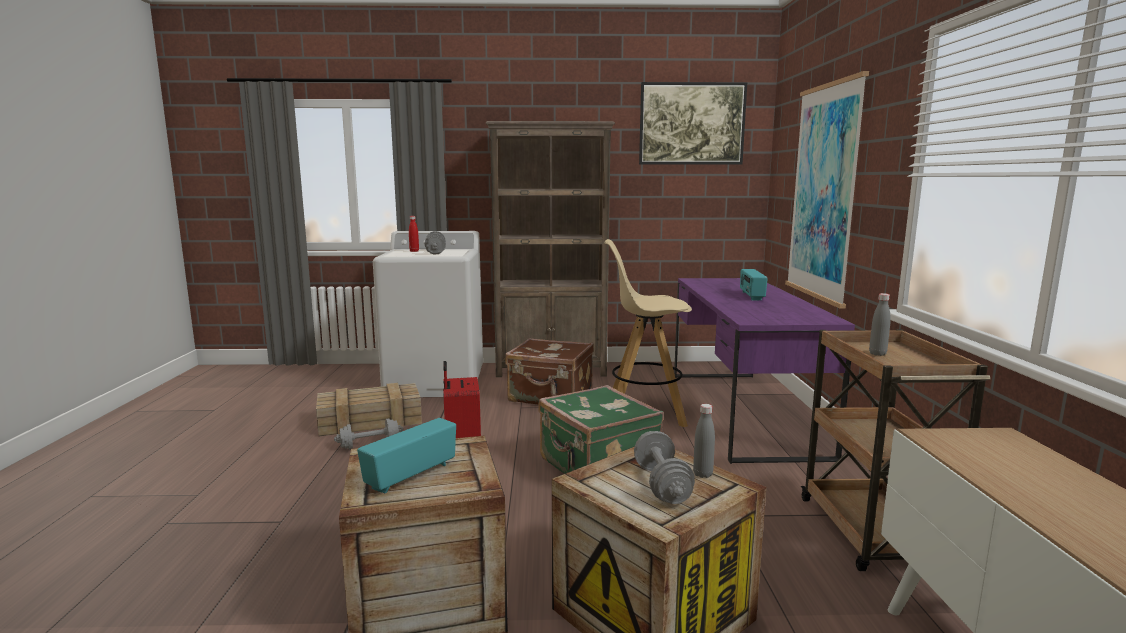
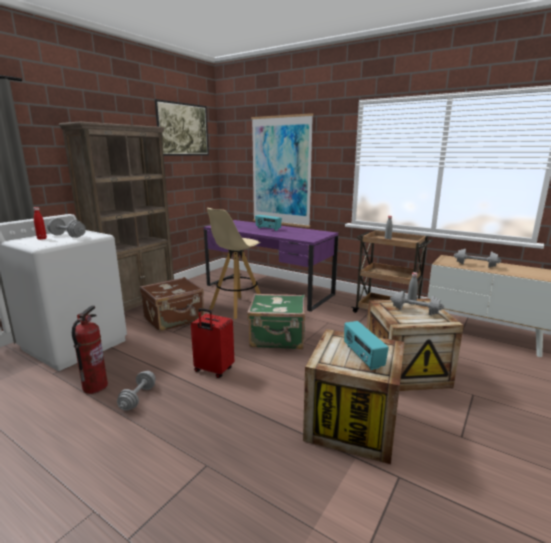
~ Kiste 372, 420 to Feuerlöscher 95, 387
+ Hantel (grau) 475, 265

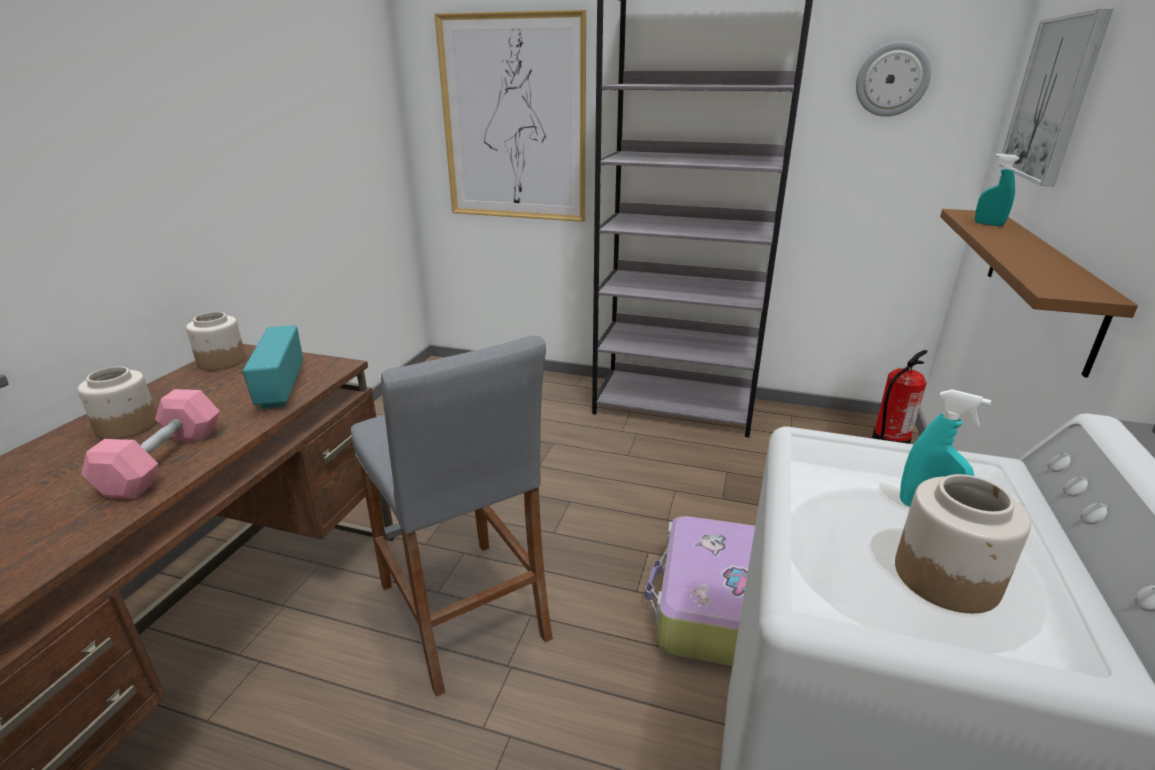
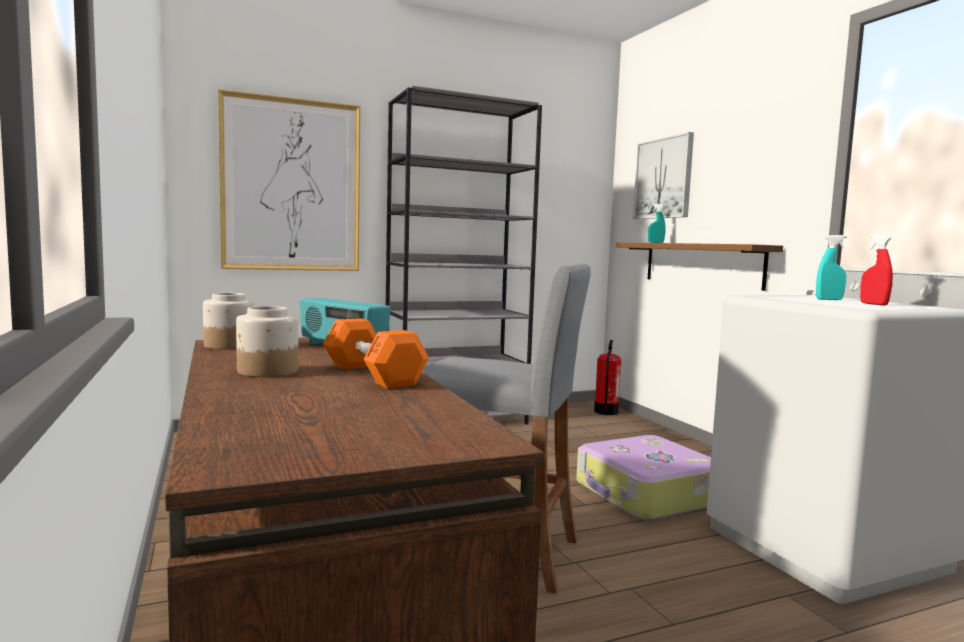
~ Hantel (rosa) 164, 461 to Hantel (orange) 372, 375
- Wanduhr 892, 79
~ Vorratsglas 947, 577 to Sprühflasche (rot) 873, 304

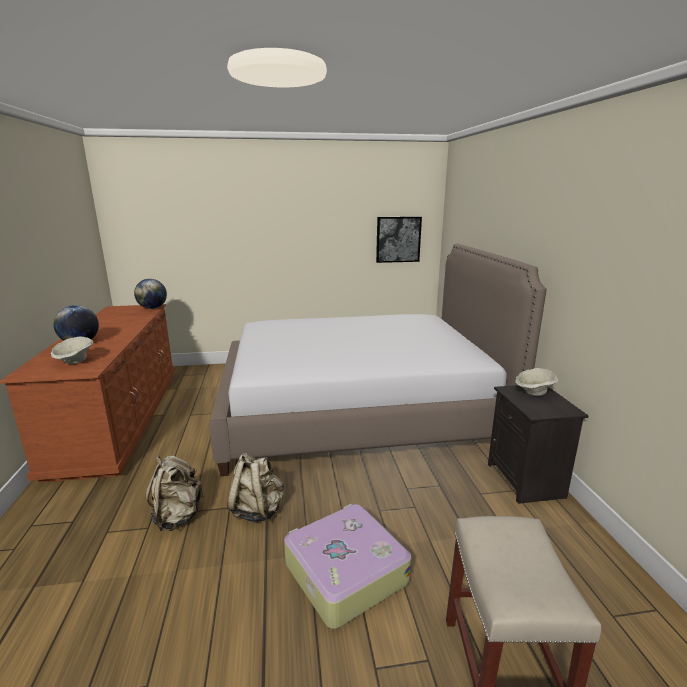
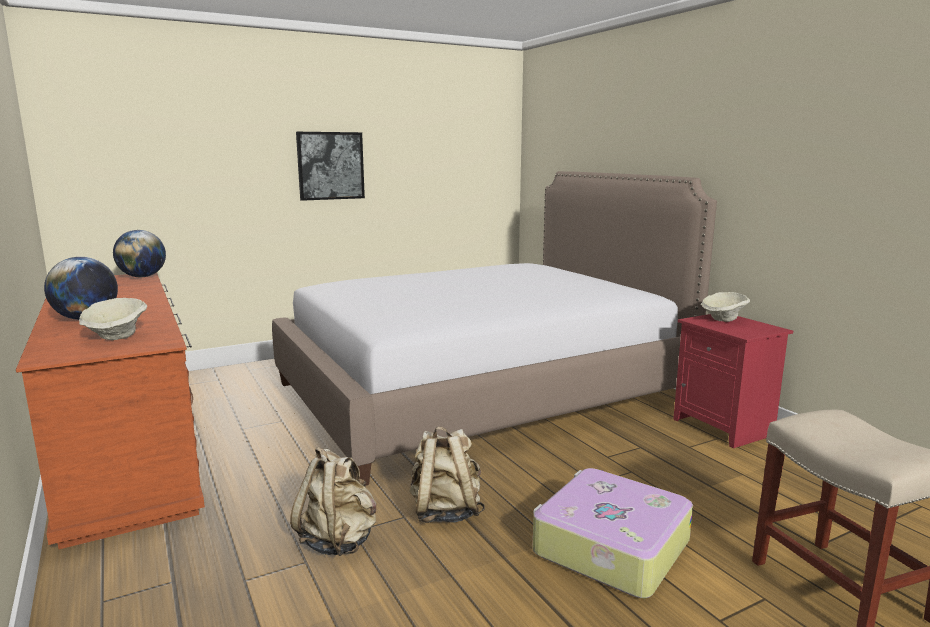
~ Bild 398, 239 to 330, 166
~ Nachttisch (schwarz) 526, 481 to Nachttisch (rot) 724, 427

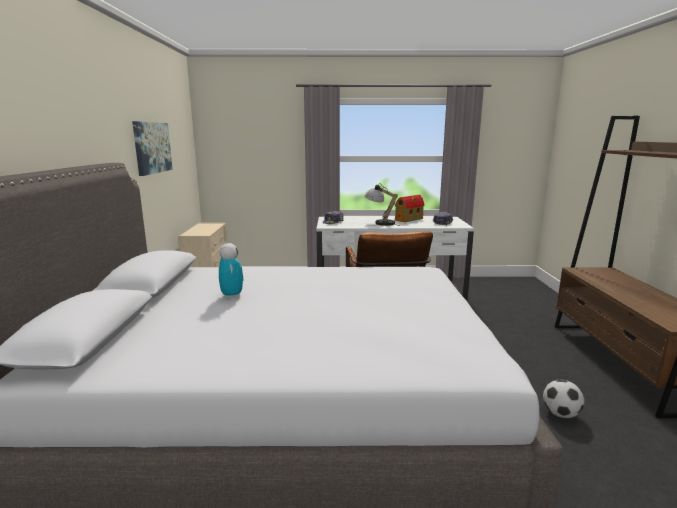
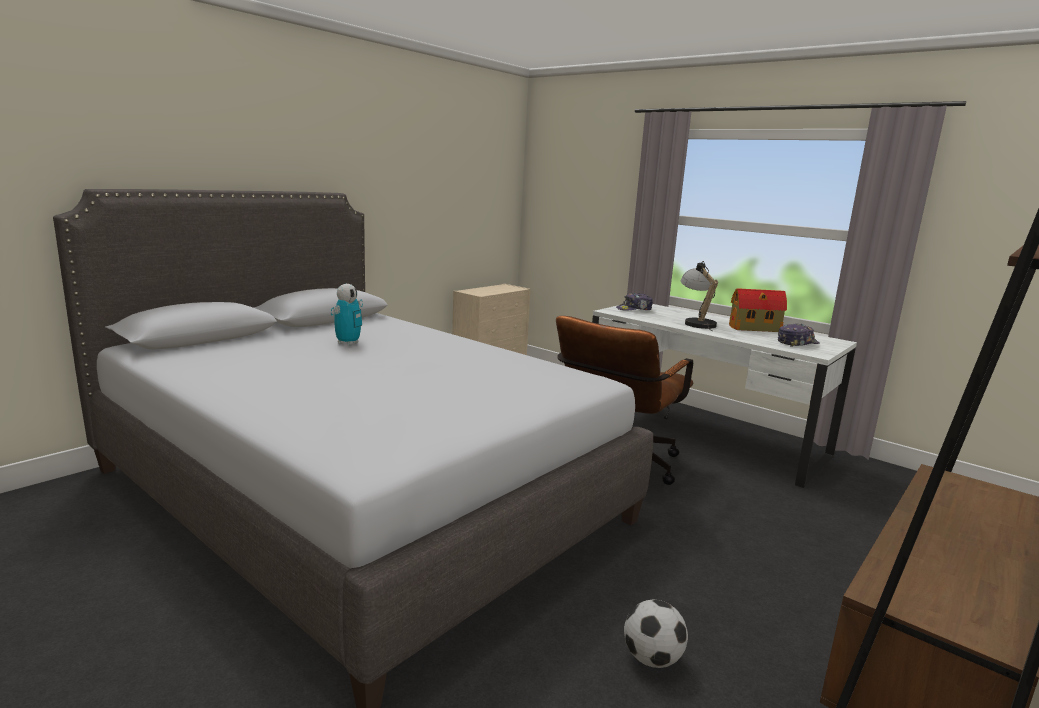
- Bild 152, 147

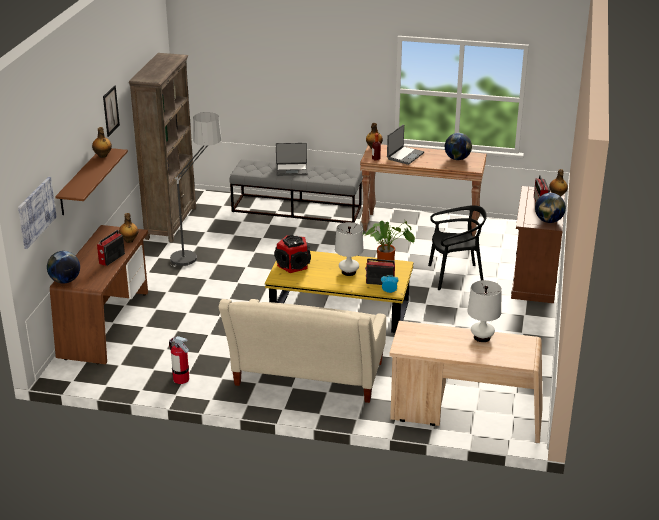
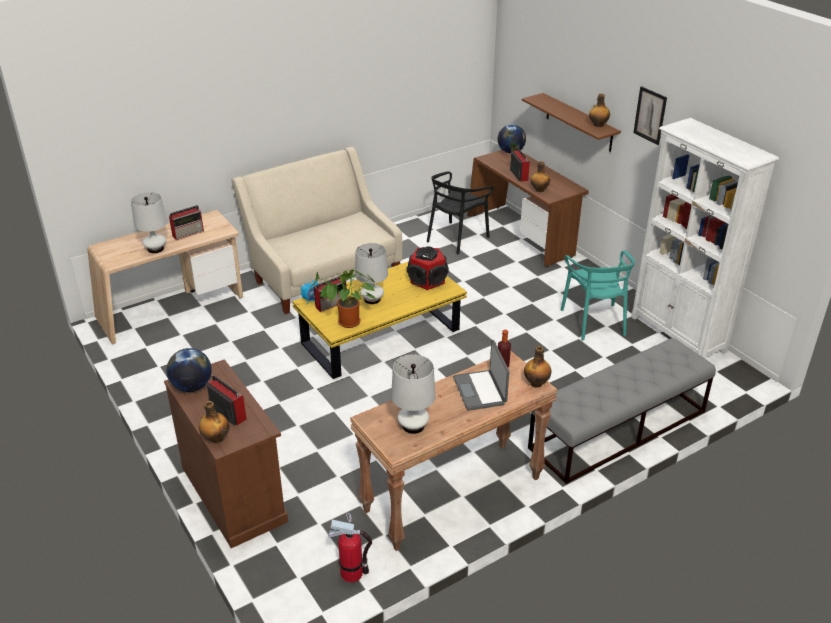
- Bild 36, 212
~ Bücherregal (braun) 171, 223 to Bücherregal (weiß) 678, 334
~ Feuerlöscher 181, 379 to 352, 573
~ Stehlampe 197, 251 to Stuhl (türkis) 594, 321
- Laptop 291, 170
~ Stuhl (schwarz) 455, 276 to 456, 238
~ Globus 457, 159 to Tischlampe (weiß) 413, 426
+ Radio 188, 233

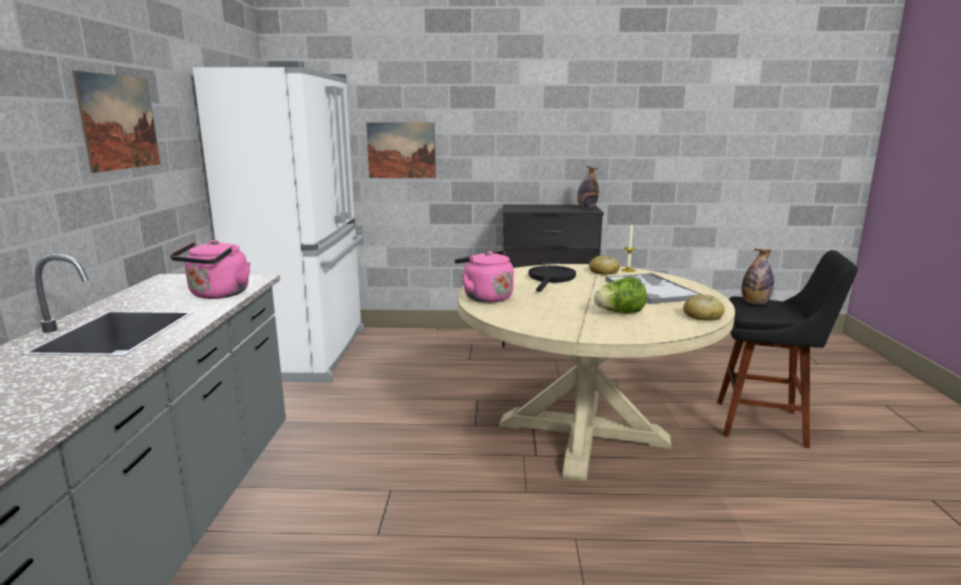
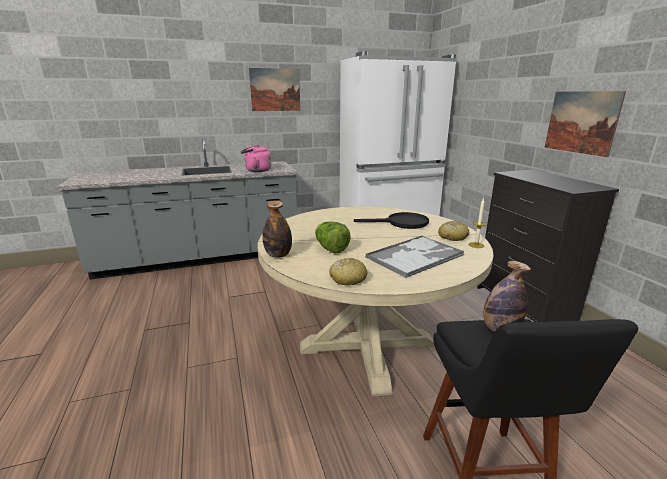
~ Bild 401, 150 to 581, 122
- Wasserkessel (rosa) 485, 297
~ Flasche 586, 208 to 278, 255

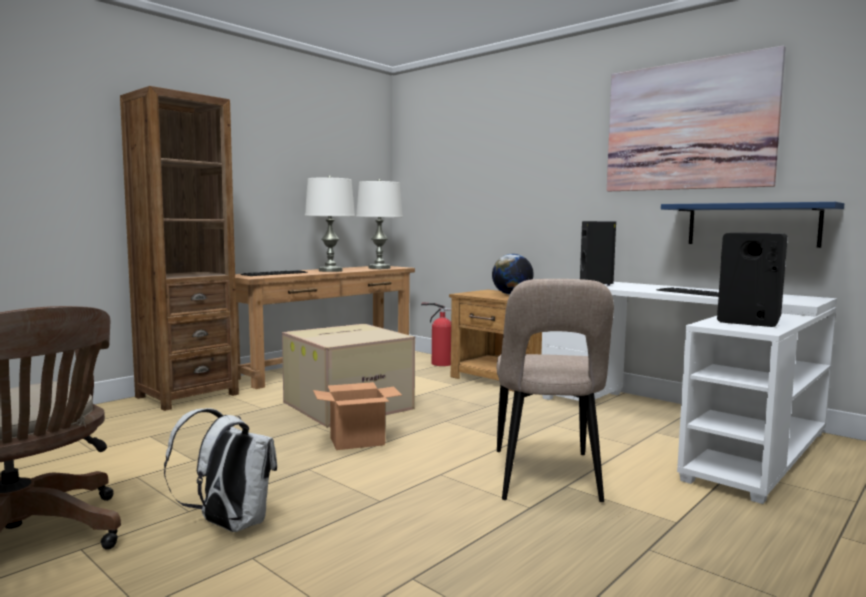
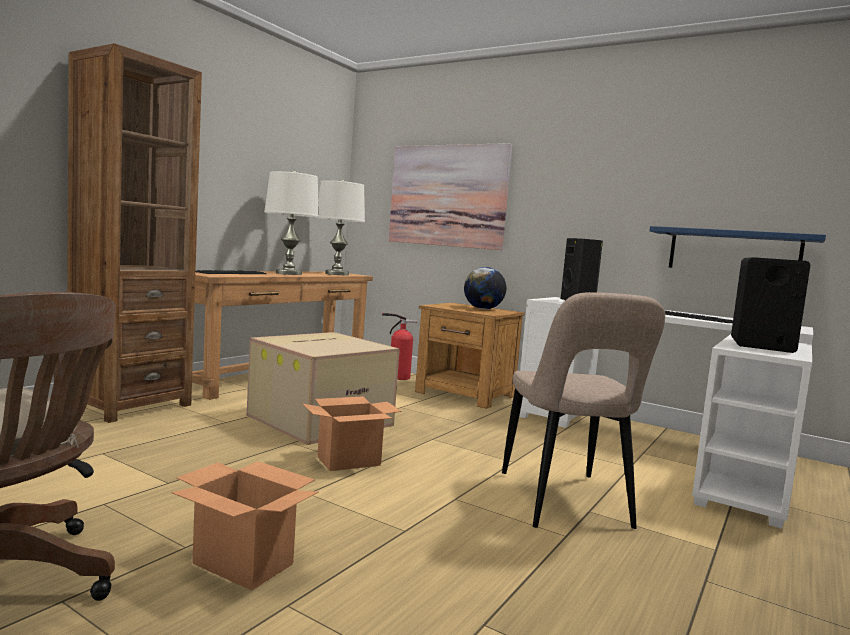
~ Rucksack (weiß) 228, 525 to Karton 242, 564
~ Bild 688, 126 to 447, 196

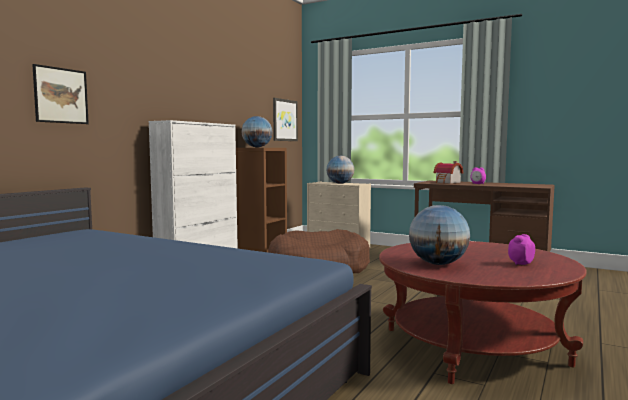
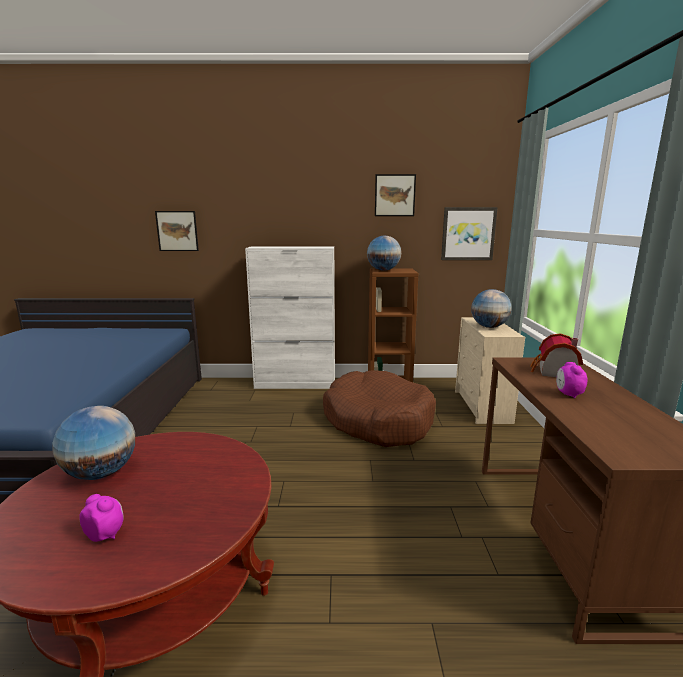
+ Bild 394, 195

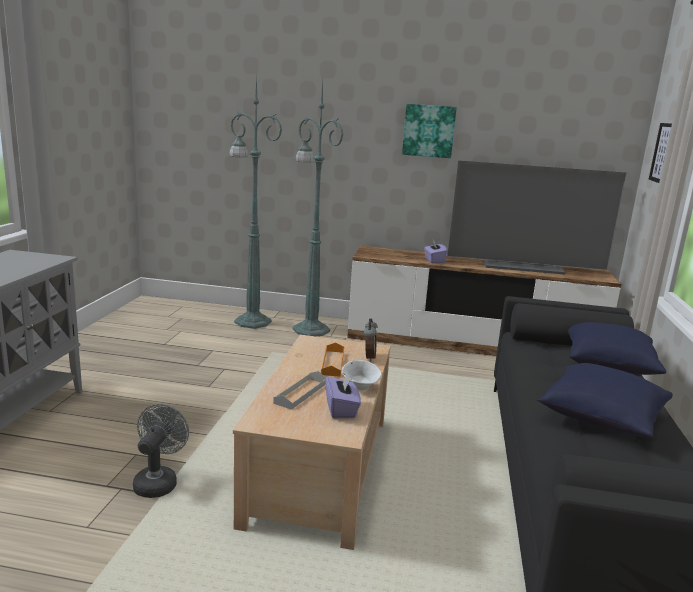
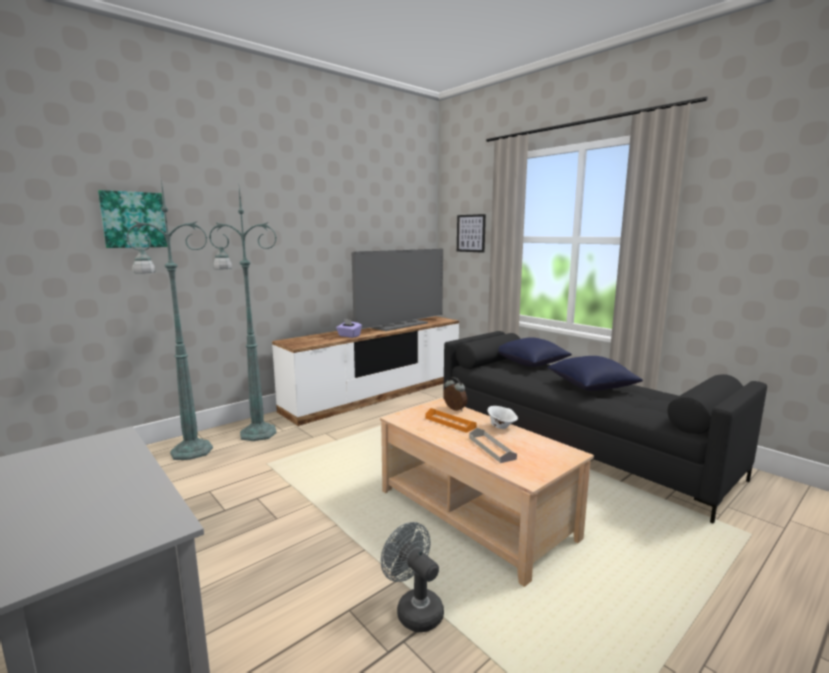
- Taschentuchbox (lila) 341, 409
~ Bild 429, 131 to 133, 220

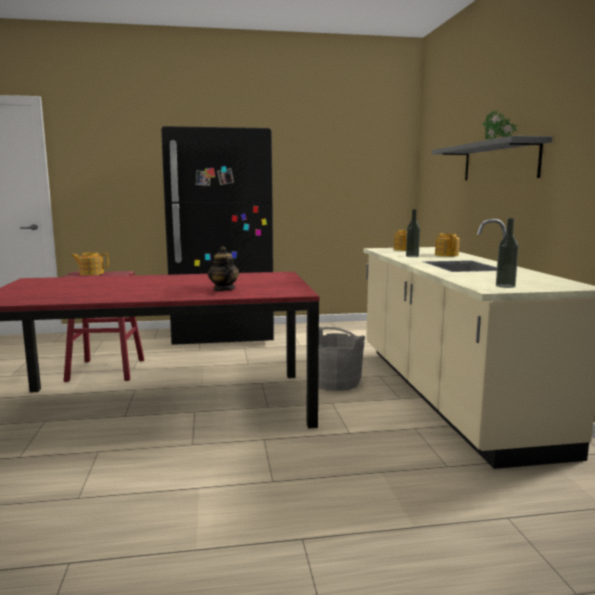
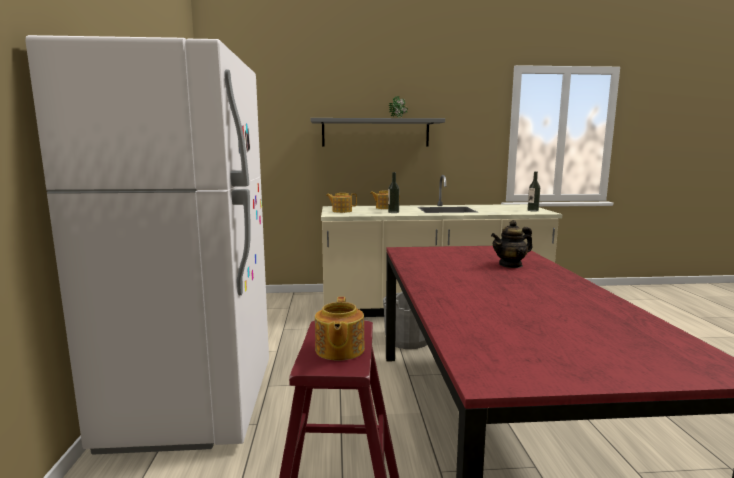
~ Kühlschrank (schwarz) 222, 336 to Kühlschrank (weiß) 193, 404

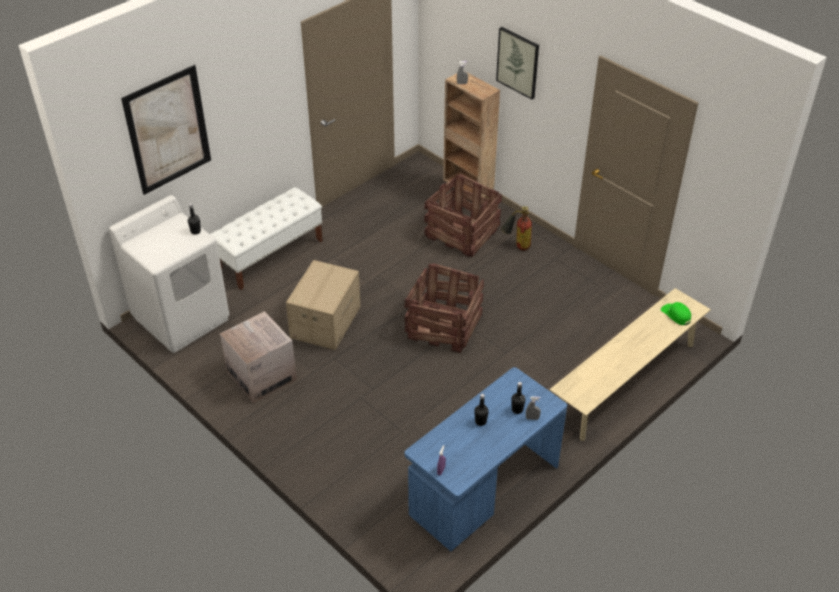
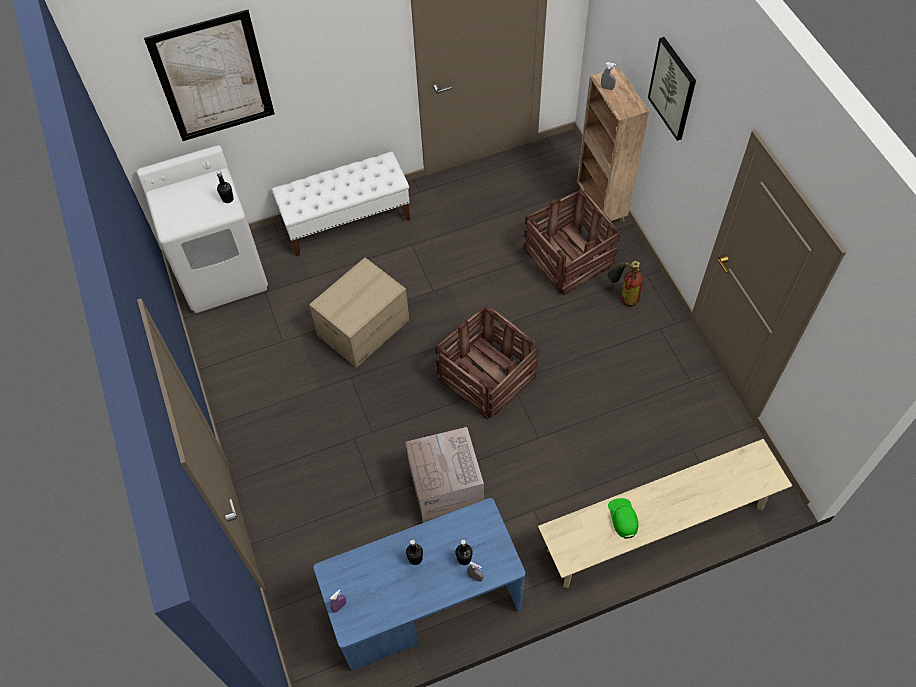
~ Karton 261, 376 to 446, 490
~ Kappe (grün) 676, 315 to 623, 518

